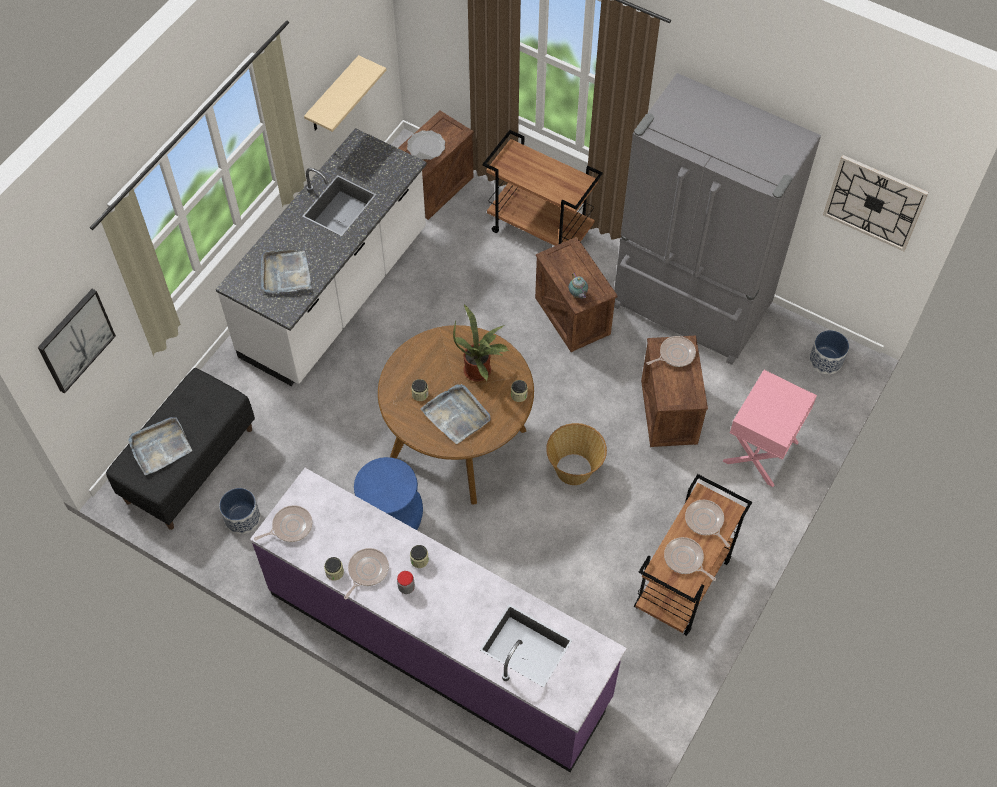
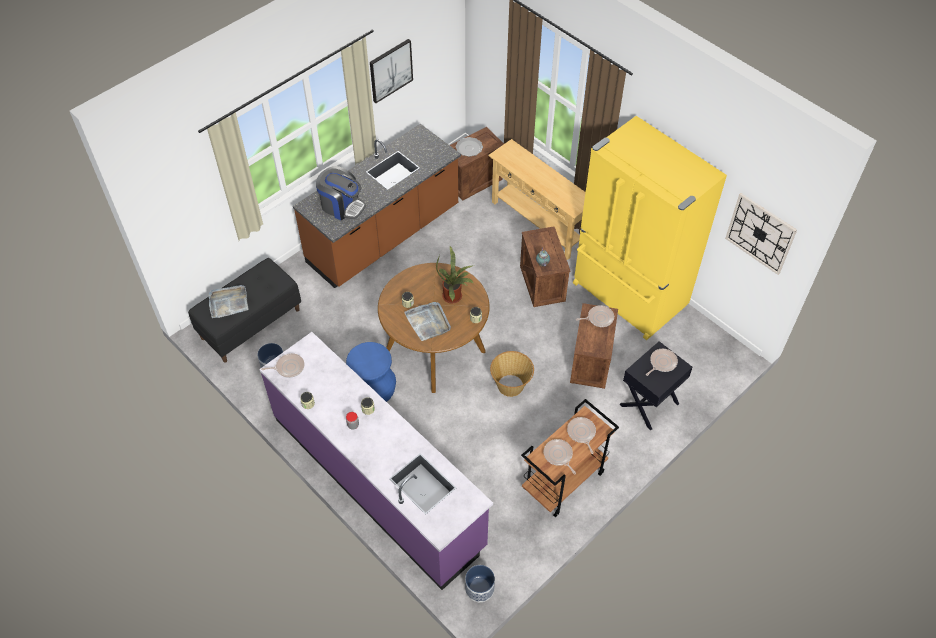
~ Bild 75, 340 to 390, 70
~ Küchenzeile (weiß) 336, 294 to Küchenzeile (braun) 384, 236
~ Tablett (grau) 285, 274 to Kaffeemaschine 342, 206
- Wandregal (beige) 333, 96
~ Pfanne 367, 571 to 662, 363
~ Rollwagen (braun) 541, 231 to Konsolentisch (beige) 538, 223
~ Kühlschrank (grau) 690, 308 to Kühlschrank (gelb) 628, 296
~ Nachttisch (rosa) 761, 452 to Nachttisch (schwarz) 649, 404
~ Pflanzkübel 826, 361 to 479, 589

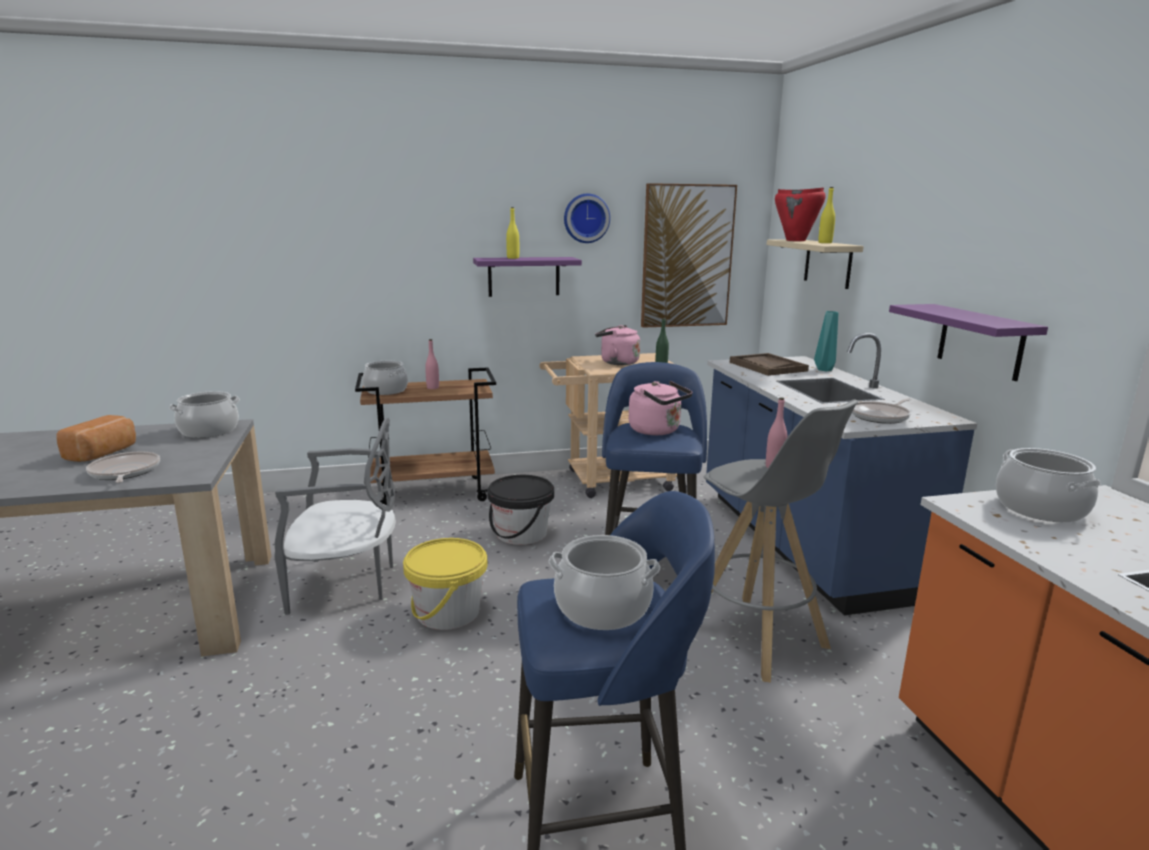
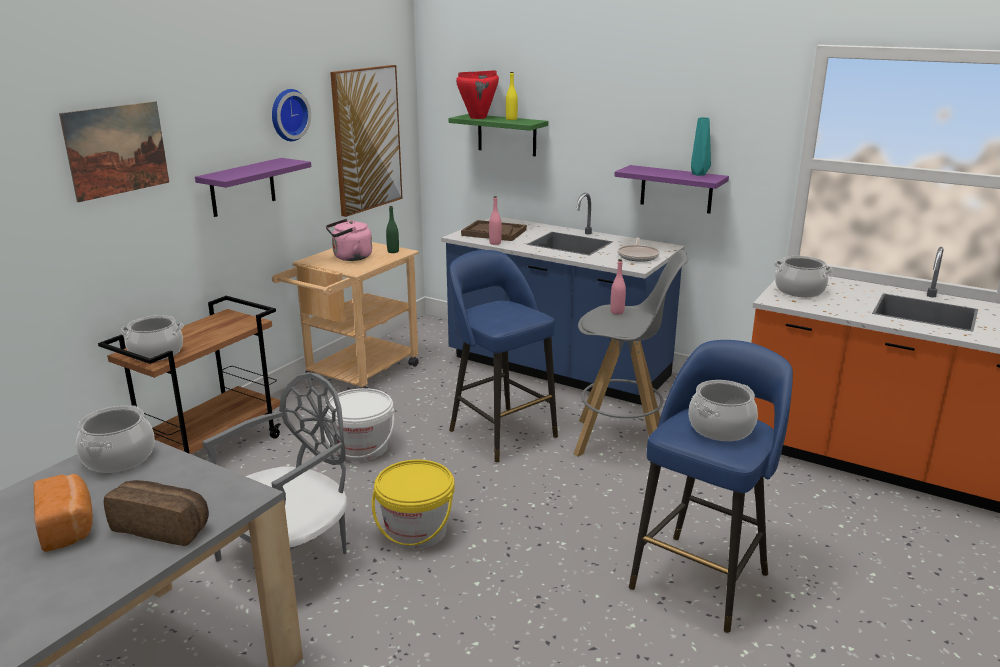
~ Pfanne 124, 473 to Brot 163, 526
~ Flasche (rosa) 433, 387 to 495, 243
~ Eimer (schwarz) 521, 533 to Eimer (weiß) 362, 448
- Flasche (gelb) 513, 258
- Wasserkessel (rosa) 657, 431
~ Wandregal (beige) 828, 263 to Wandregal (grün) 507, 135
~ Vase (türkis) 824, 369 to 698, 174
+ Bild 117, 150

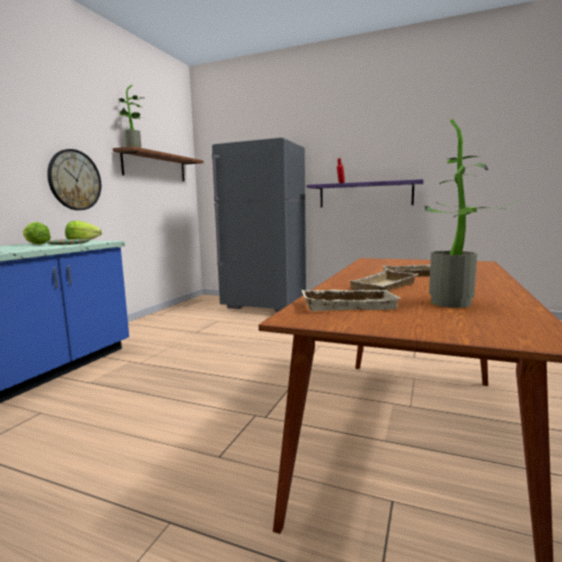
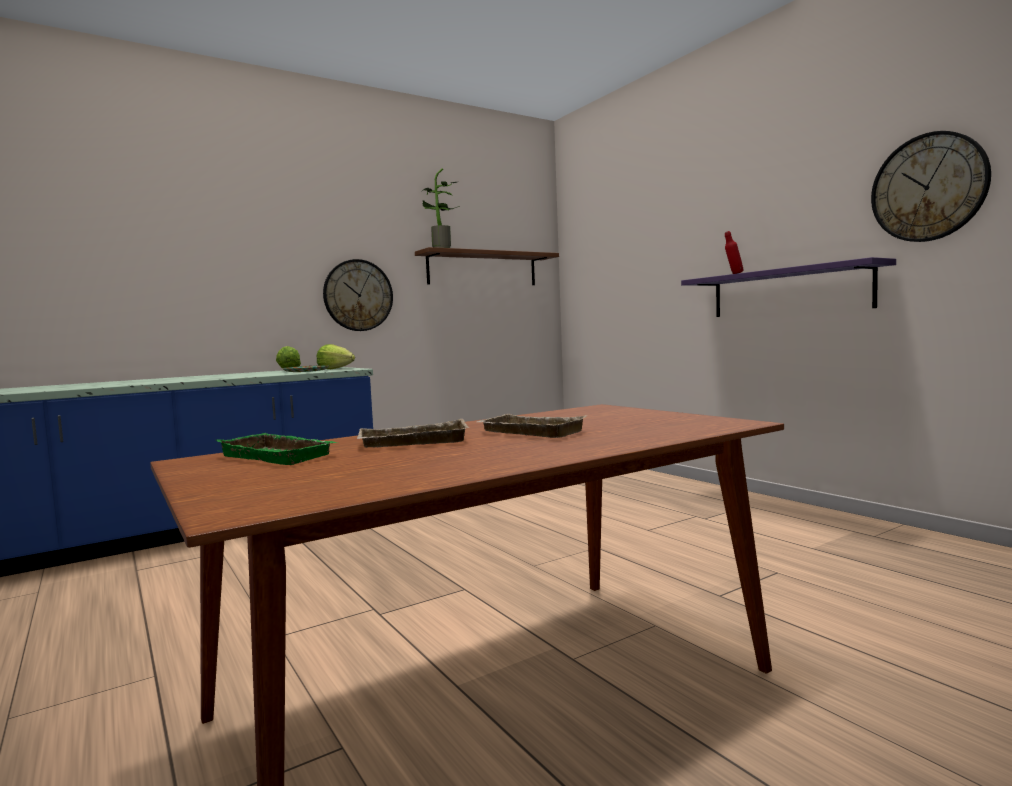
- Kühlschrank (grau) 264, 306
~ Tablett (beige) 349, 305 to Tablett (grün) 281, 456
- Topfpflanze 457, 303
+ Wanduhr 928, 187

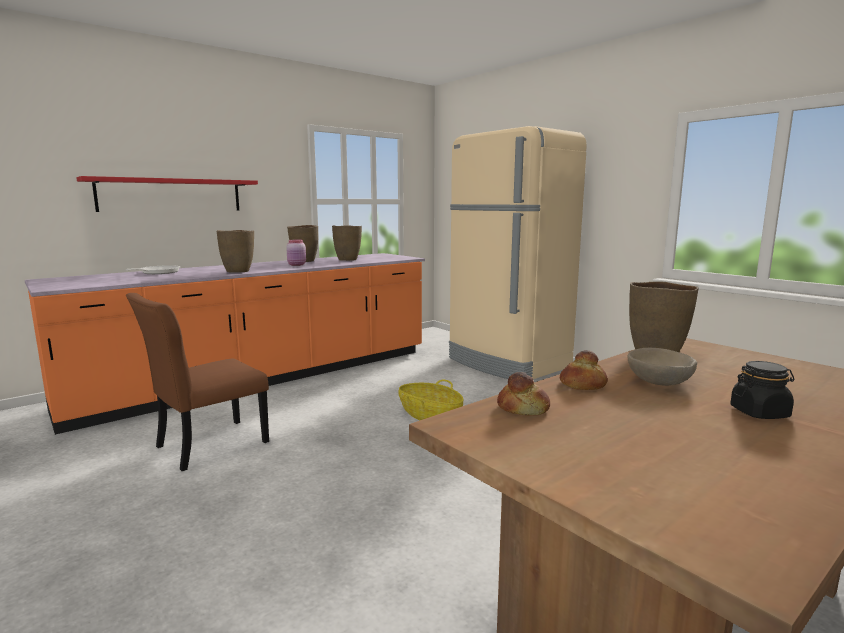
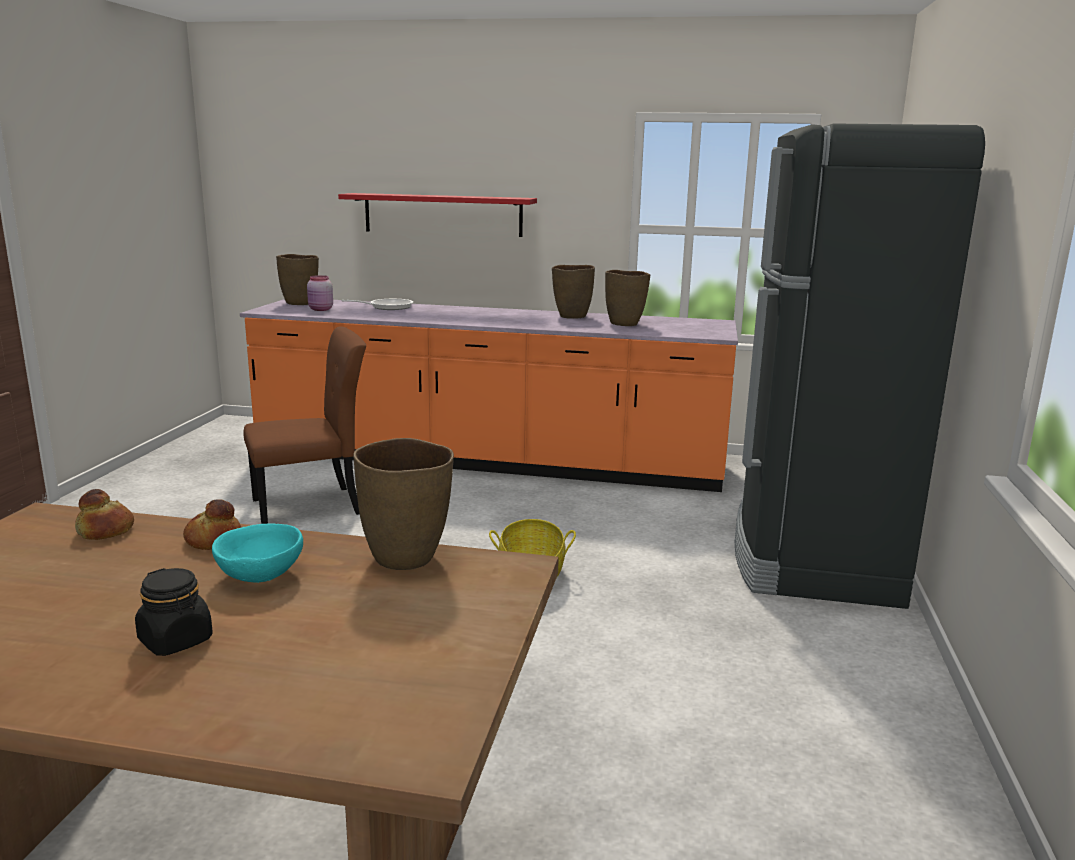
~ Stuhl (braun) 207, 445 = 312, 506 150 degrees clockwise
~ Vase (braun) 238, 271 to 300, 303
~ Vorratsglas (rosa) 297, 265 to 320, 309
~ Kühlschrank (beige) 507, 363 to Kühlschrank (schwarz) 813, 558
~ Schüssel (beige) 658, 383 to Schüssel (türkis) 260, 574

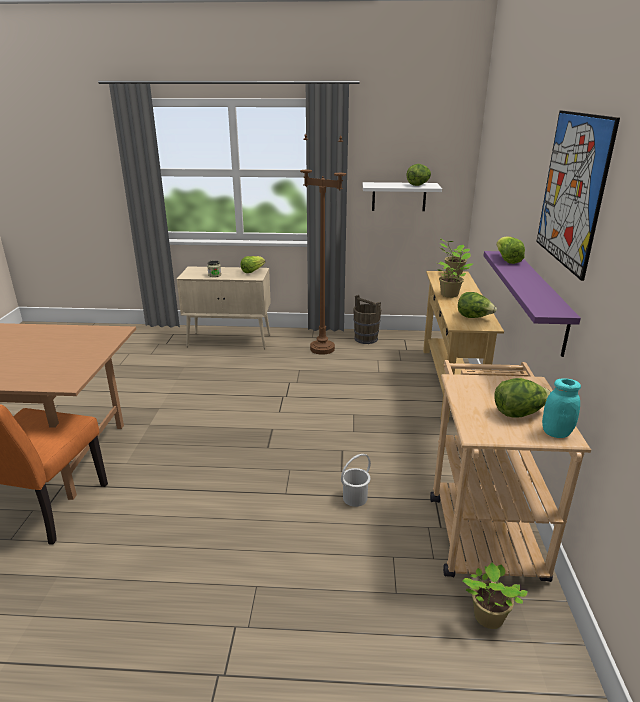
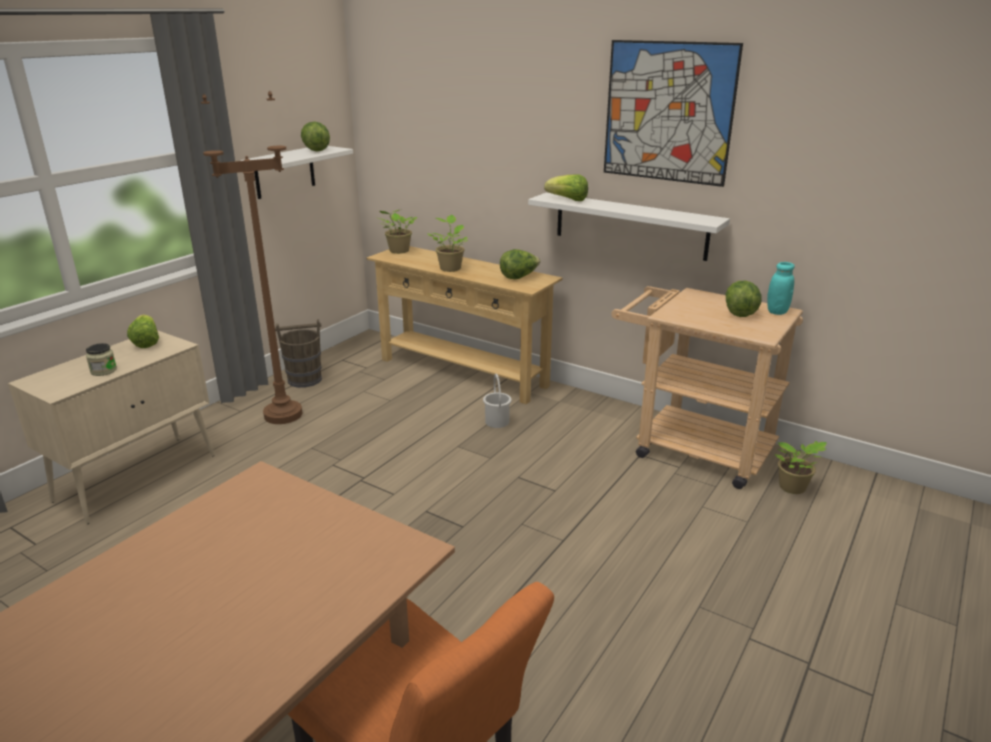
~ Eimer (weiß) 355, 498 to 497, 421
~ Wandregal (lila) 539, 300 to Wandregal (weiß) 630, 226

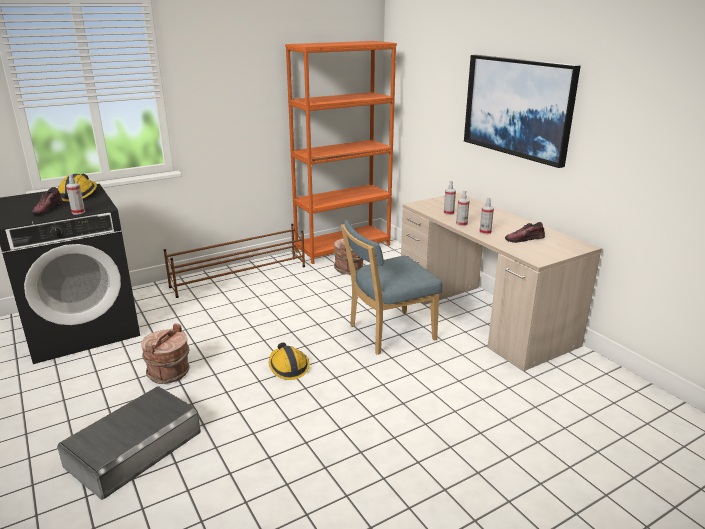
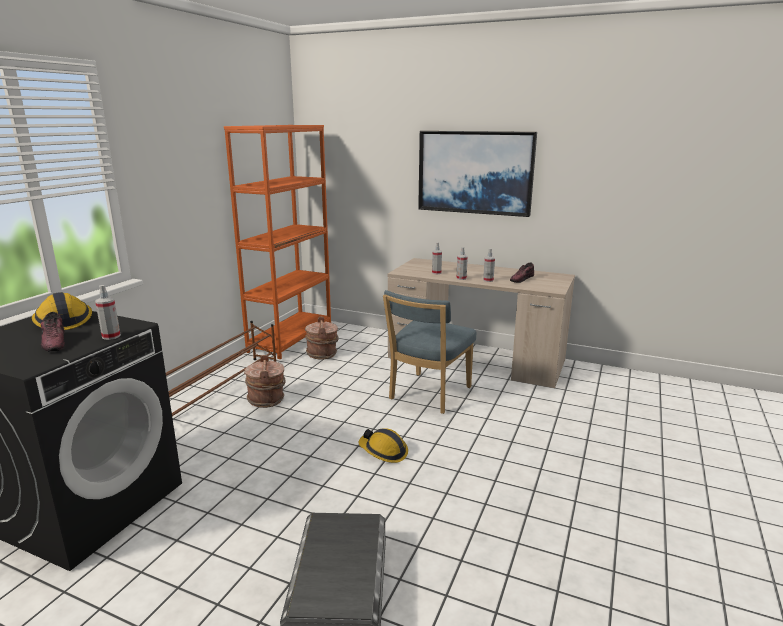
~ Eimer (braun) 169, 373 to 267, 400

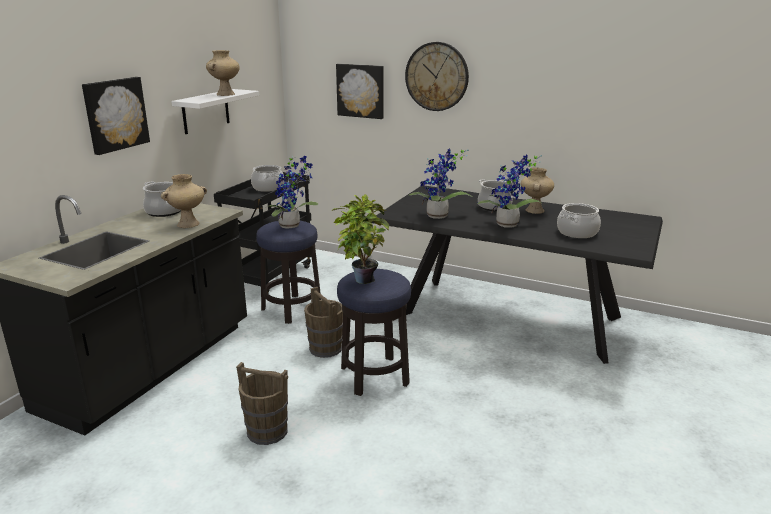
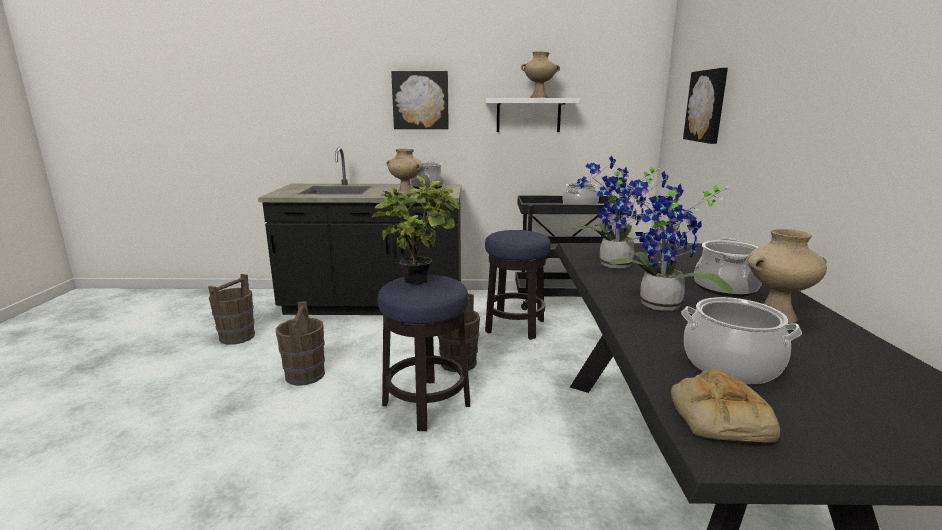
- Topfpflanze 292, 225
- Wanduhr 436, 76
+ Eimer (braun) 237, 337
+ Brot 717, 415

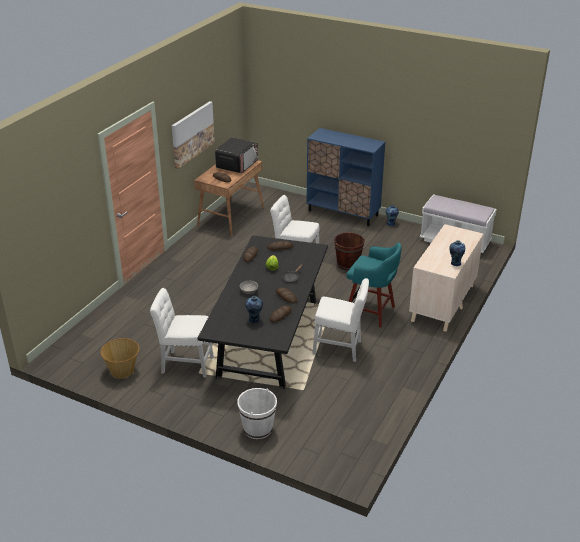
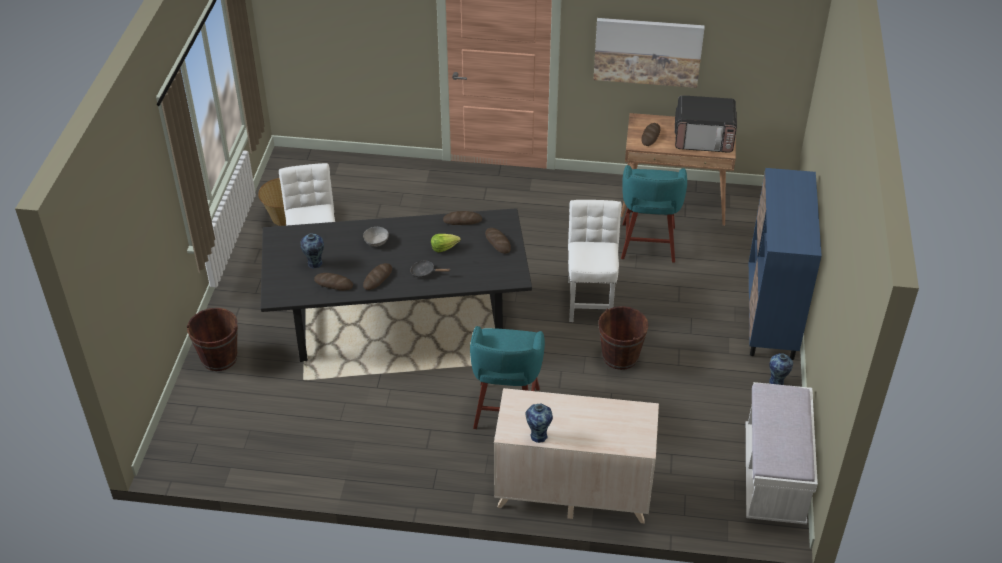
~ Eimer (weiß) 257, 429 to Eimer (braun) 219, 358
- Stuhl (weiß) 340, 348
+ Hocker (türkis) 648, 244

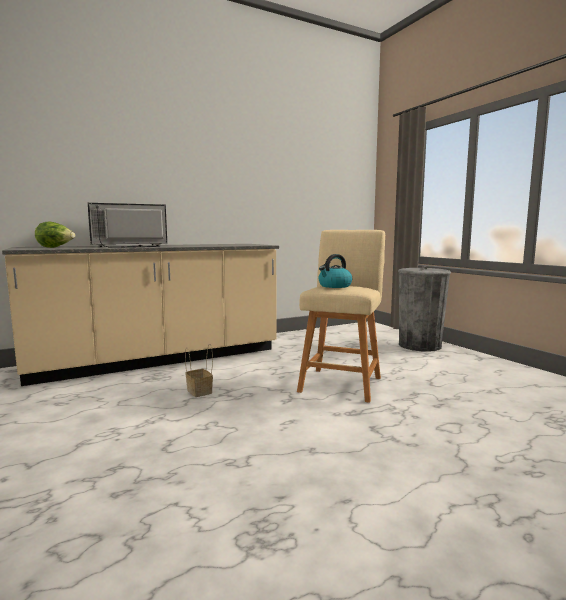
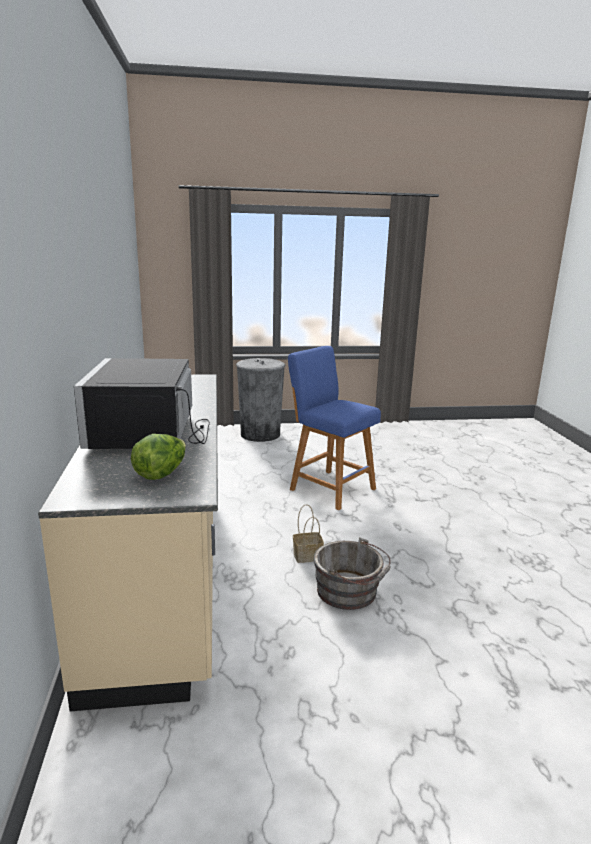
~ Hocker (beige) 341, 383 to Hocker (blau) 329, 488
- Wasserkessel 334, 286
+ Eimer (grau) 350, 592

